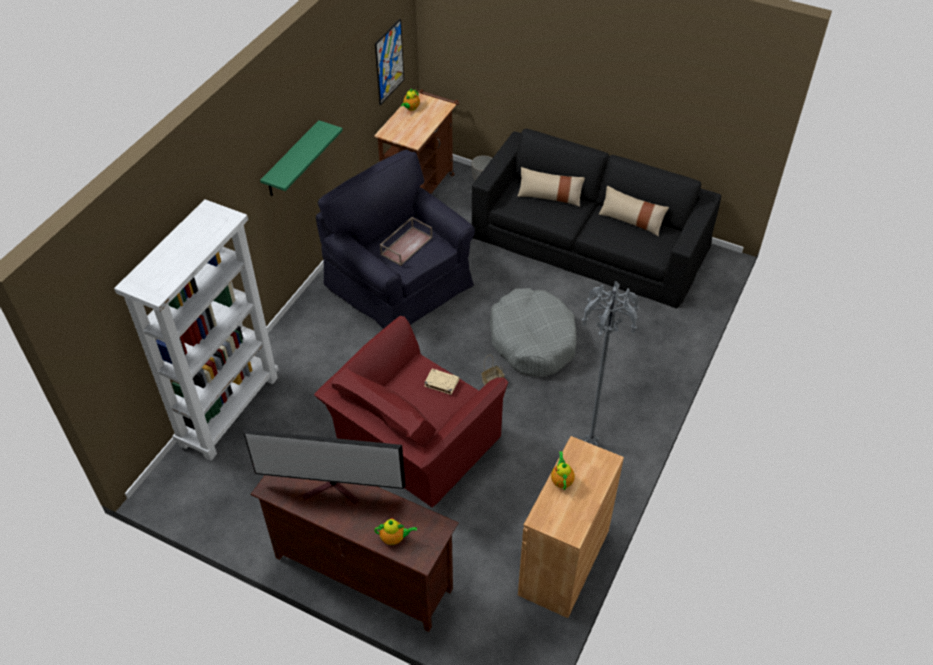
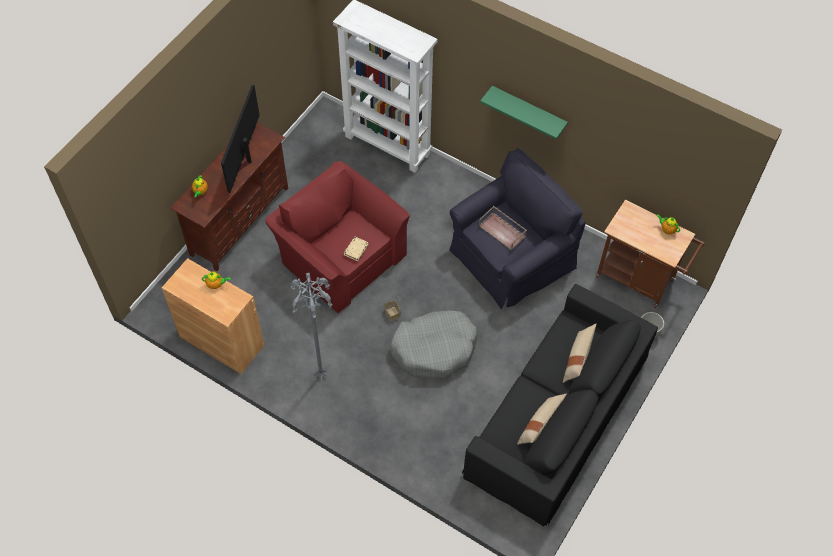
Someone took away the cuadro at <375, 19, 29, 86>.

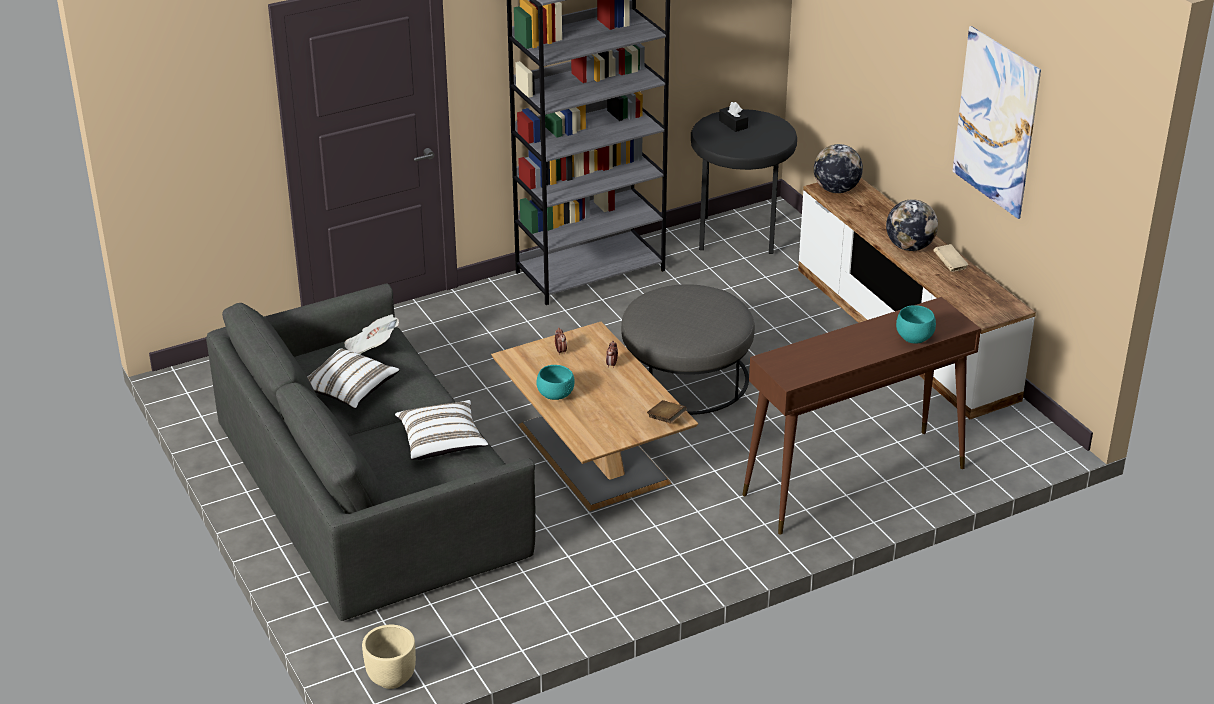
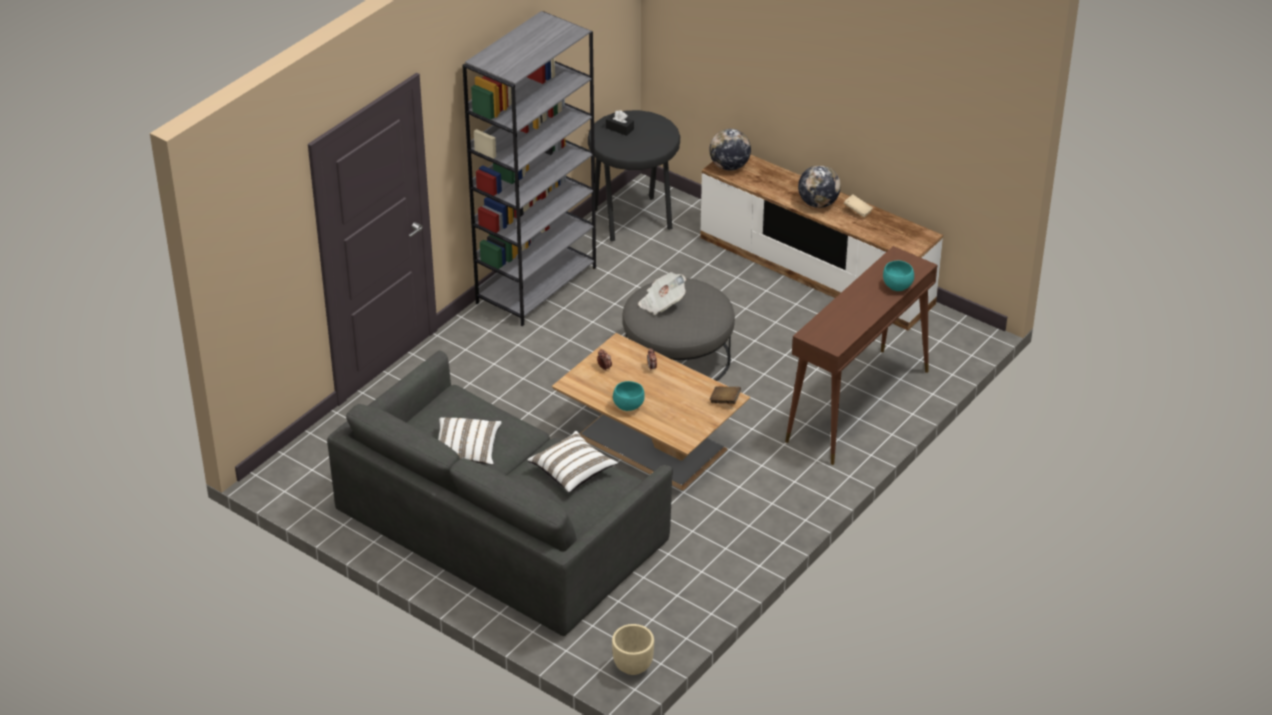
Someone carried the periódico from <344, 314, 55, 40> to <638, 272, 48, 43>. Someone took away the cuadro at <953, 26, 88, 193>.

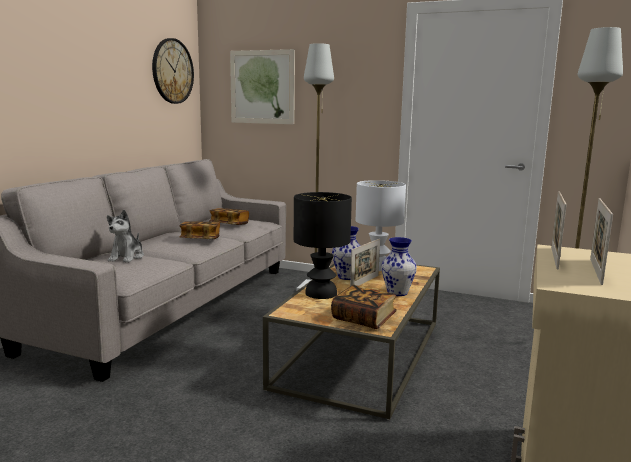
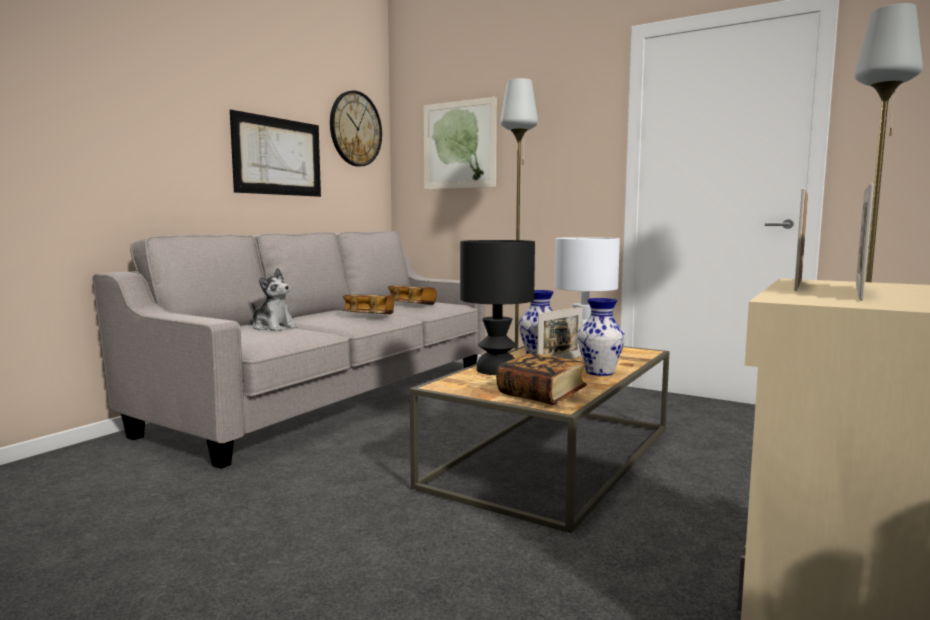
Someone put up the cuadro at <230, 110, 91, 87>. Someone rotated the peluche at <107, 210, 37, 53> by 75 degrees counterclockwise.

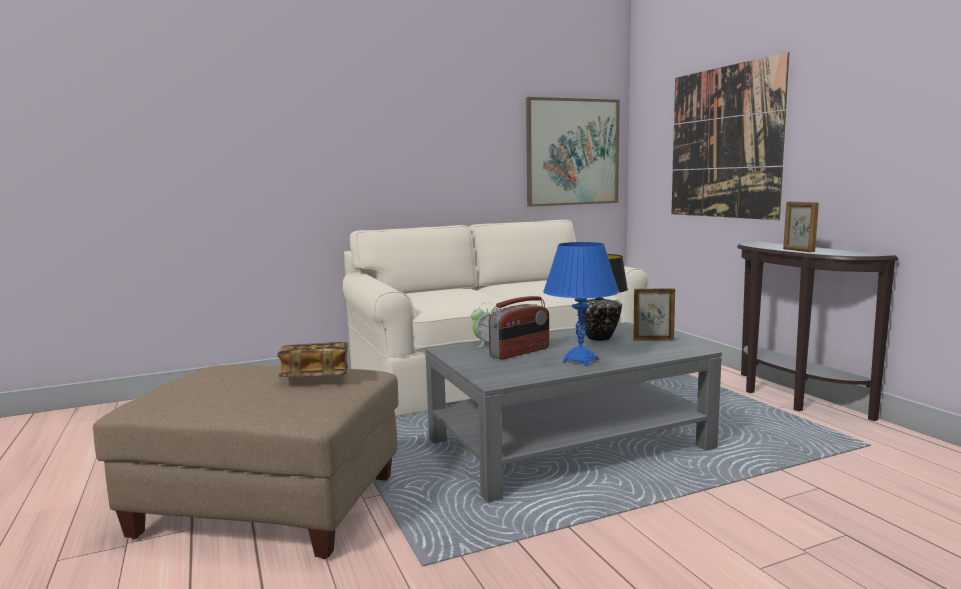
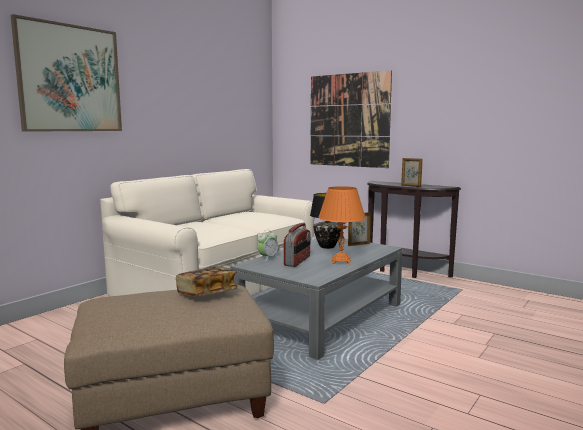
Someone carried the cuadro from <526, 97, 94, 110> to <11, 14, 111, 118>. Someone repainted the lámpara de mesa/azul at <543, 242, 76, 124>, which became the lámpara de mesa/naranja at <318, 186, 48, 78>.

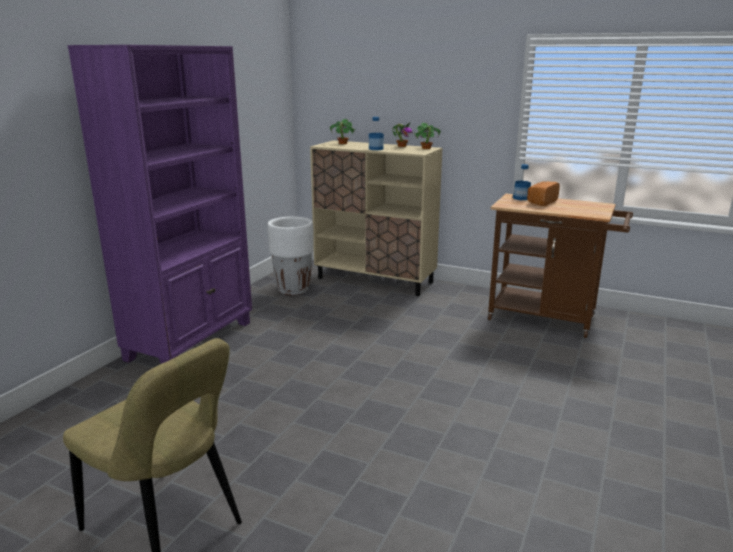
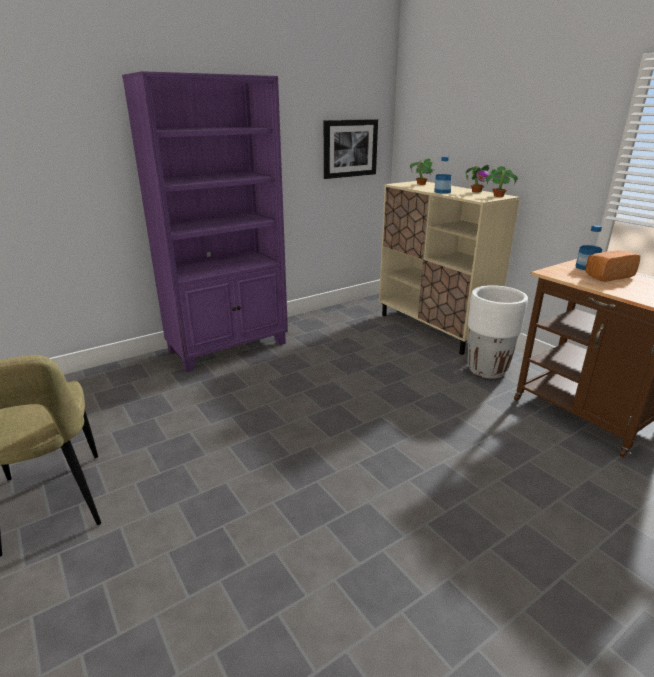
Someone put up the cuadro at <324, 119, 54, 60>. Someone carried the maceta/blanco from <268, 216, 46, 79> to <468, 285, 60, 94>.

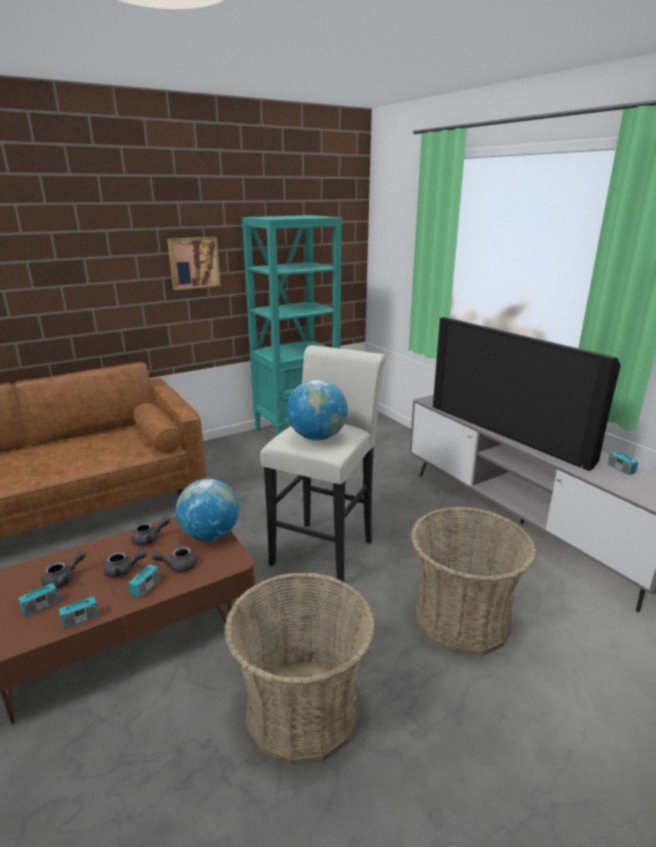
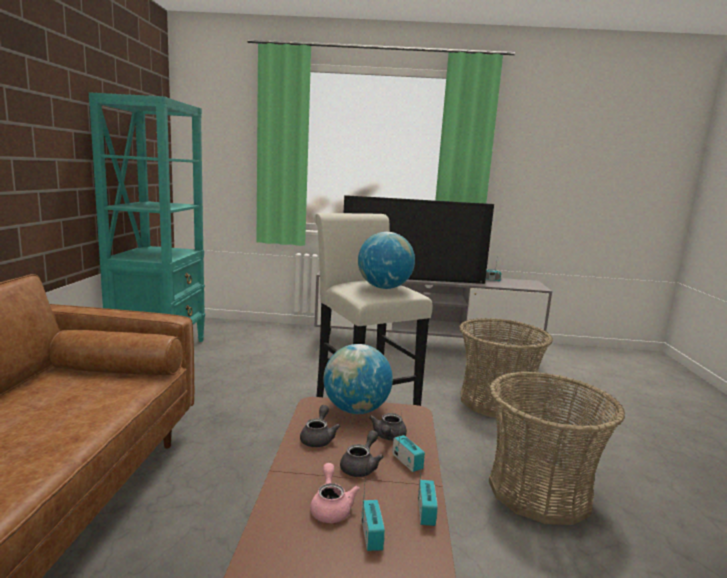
Someone repainted the tetera/gris at <42, 551, 43, 37>, which became the tetera/rosa at <310, 463, 50, 60>. Someone took away the cuadro at <167, 237, 54, 53>.

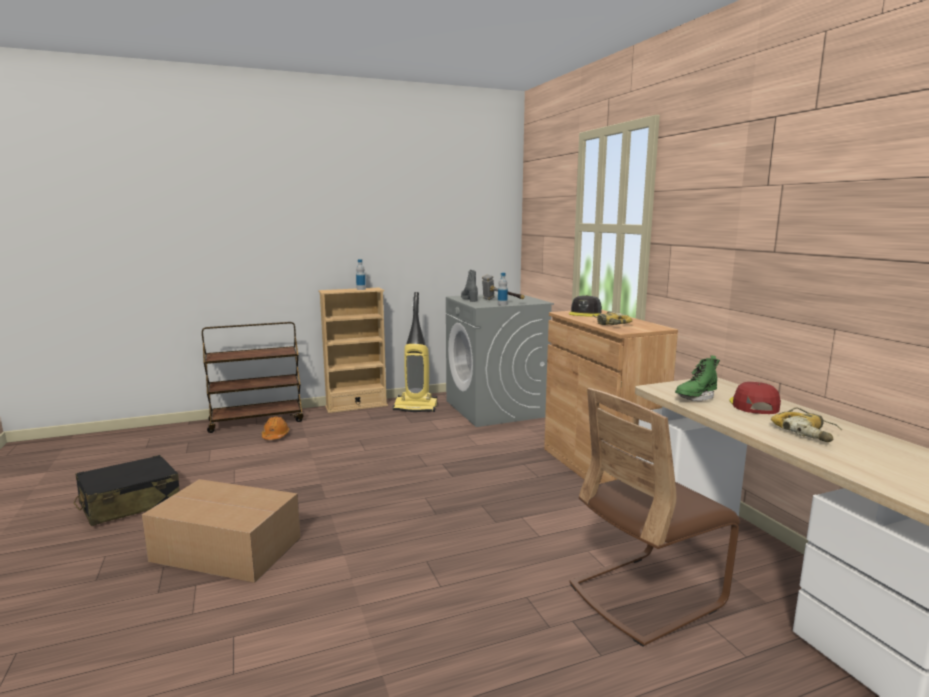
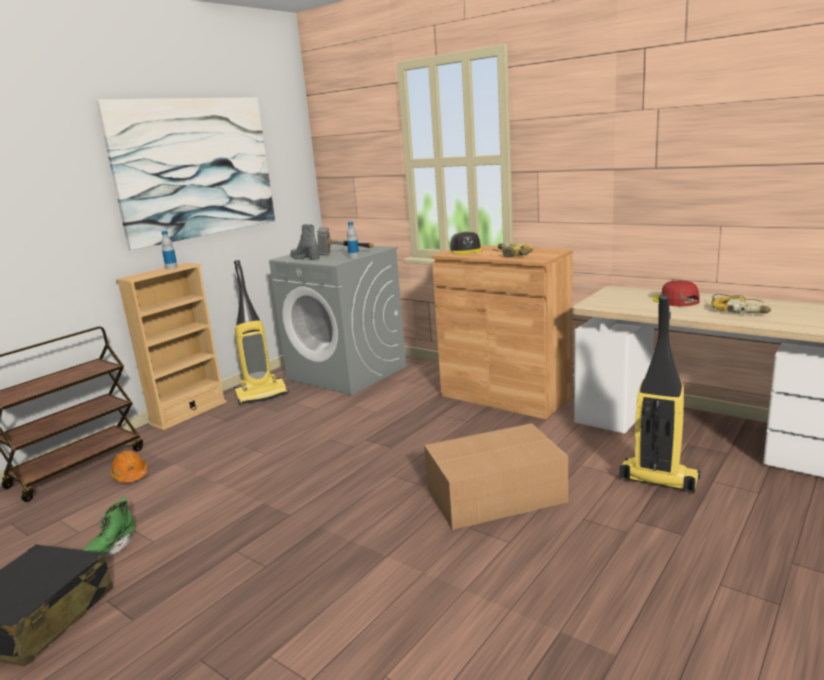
Someone carried the bota/verde from <675, 356, 45, 45> to <83, 497, 53, 60>. Someone put up the cuadro at <96, 97, 179, 153>. Someone carried the caja de cartón from <142, 479, 159, 104> to <424, 423, 144, 107>. Someone swapped the silla/marrón at <570, 388, 170, 259> for the aspiradora at <619, 294, 81, 200>.

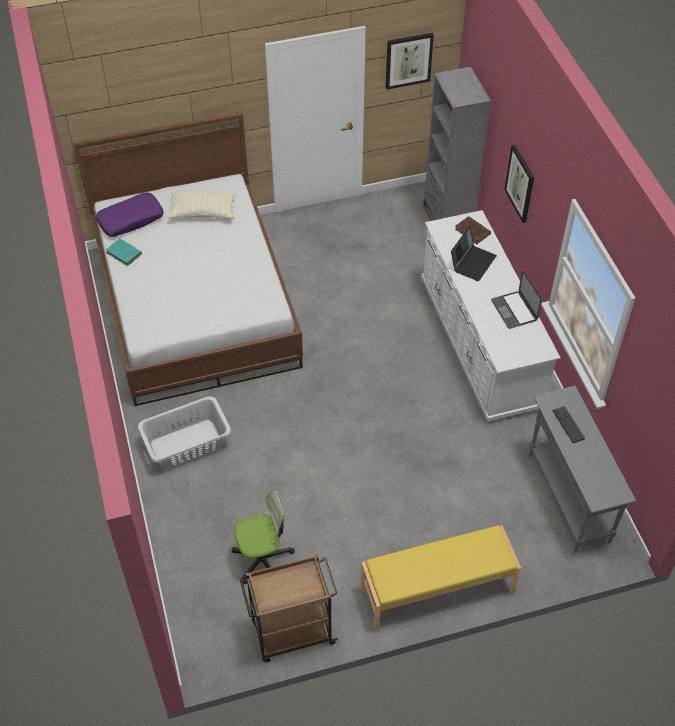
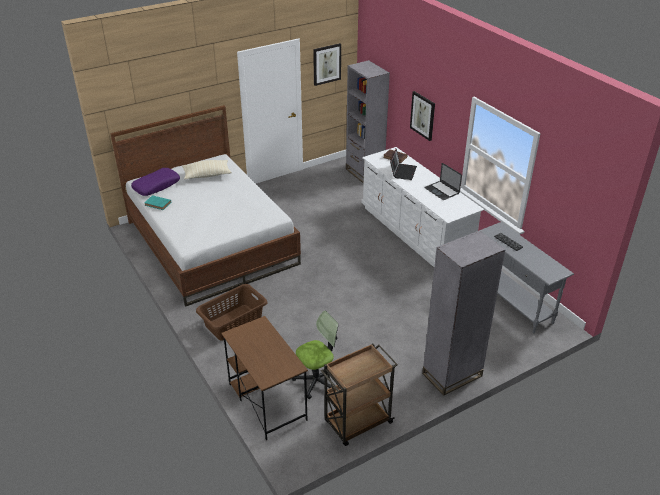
Someone repainted the cesto de la ropa/gris at <138, 396, 93, 75>, which became the cesto de la ropa/marrón at <196, 284, 71, 57>. Someone put down the escritorio/marrón at <221, 316, 87, 124>. Someone swapped the banco/amarillo at <361, 525, 160, 107> for the estantería/gris at <422, 230, 83, 166>.

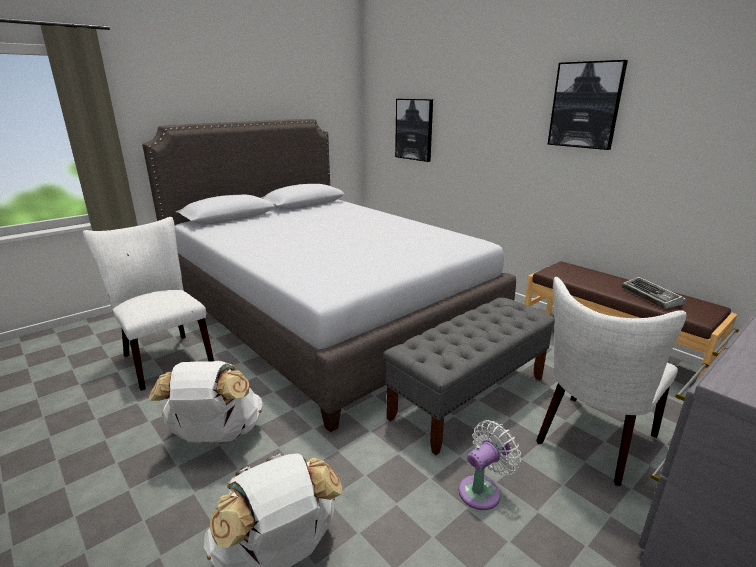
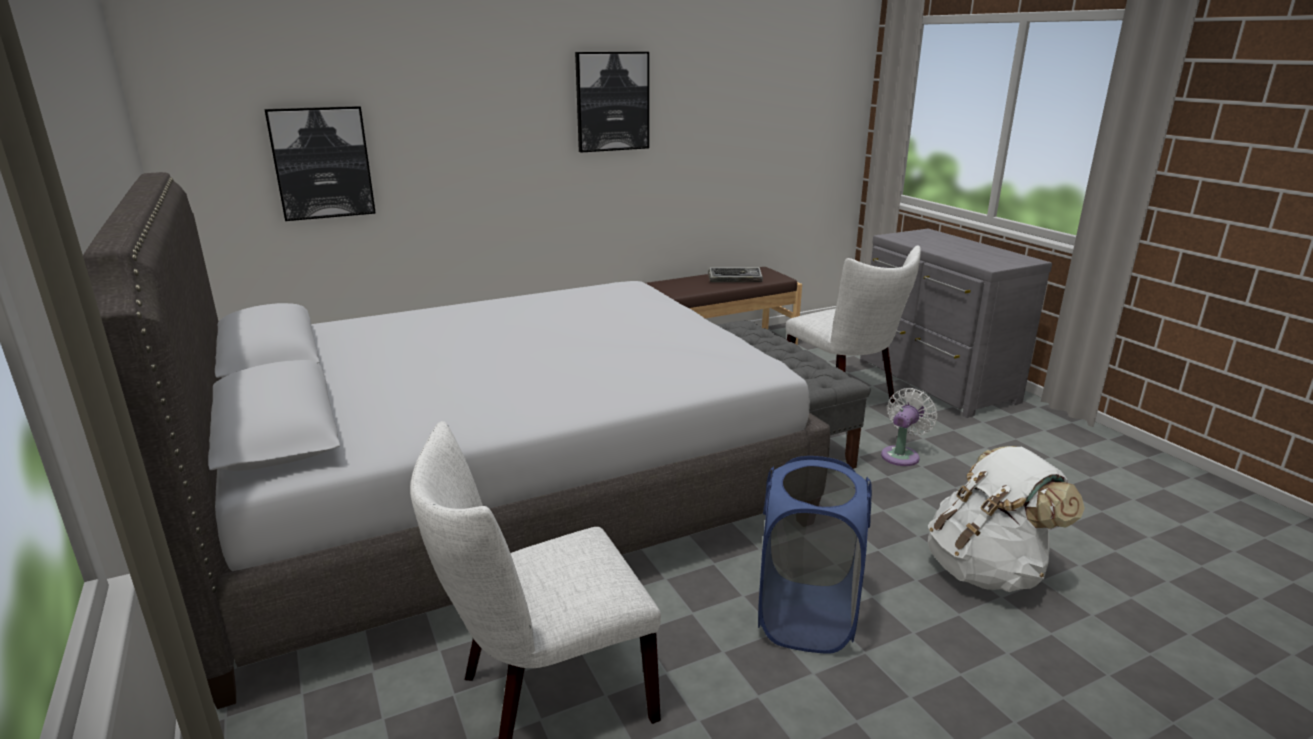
Someone swapped the mochila/blanco at <149, 360, 114, 83> for the cesto de la ropa/azul at <758, 456, 114, 198>. Someone rotated the ventilador/blanco at <459, 420, 62, 90> by 60 degrees clockwise.

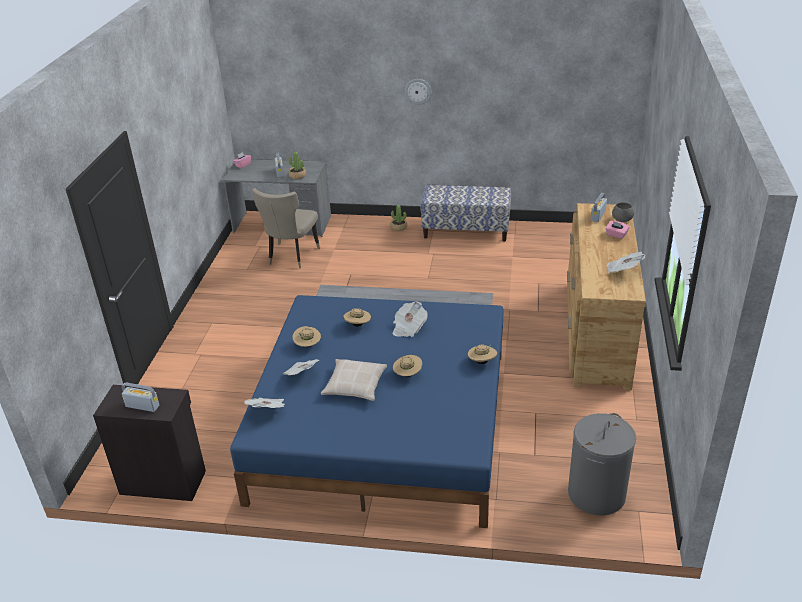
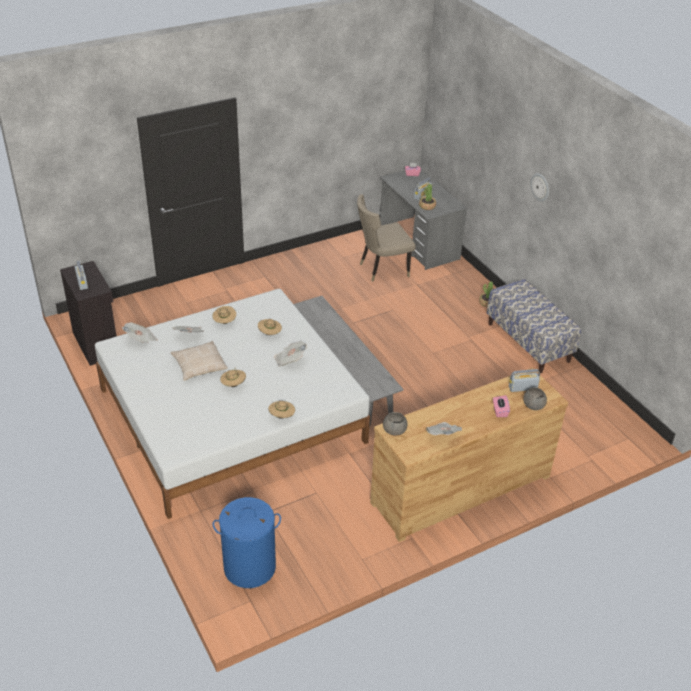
Someone repainted the cama/azul at <230, 295, 274, 233>, which became the cama/blanco at <95, 289, 275, 230>. Someone repainted the cesto de la ropa/gris at <568, 413, 68, 103>, which became the cesto de la ropa/azul at <213, 497, 68, 91>. Someone put down the cuenco/gris at <383, 412, 24, 24>.

